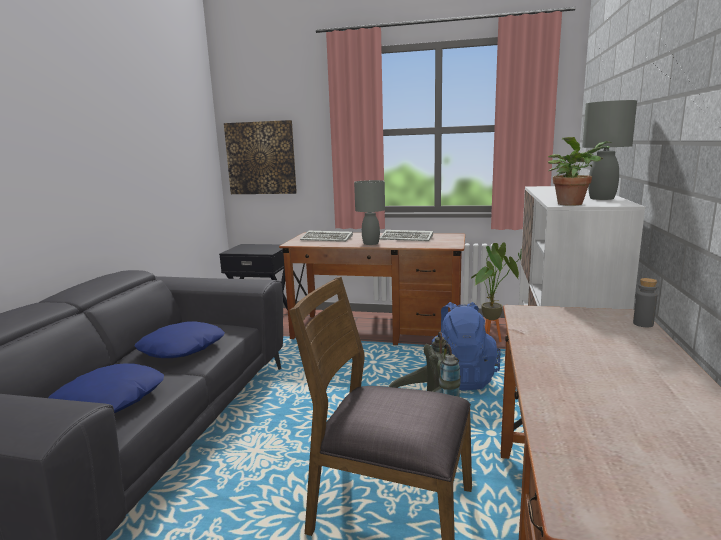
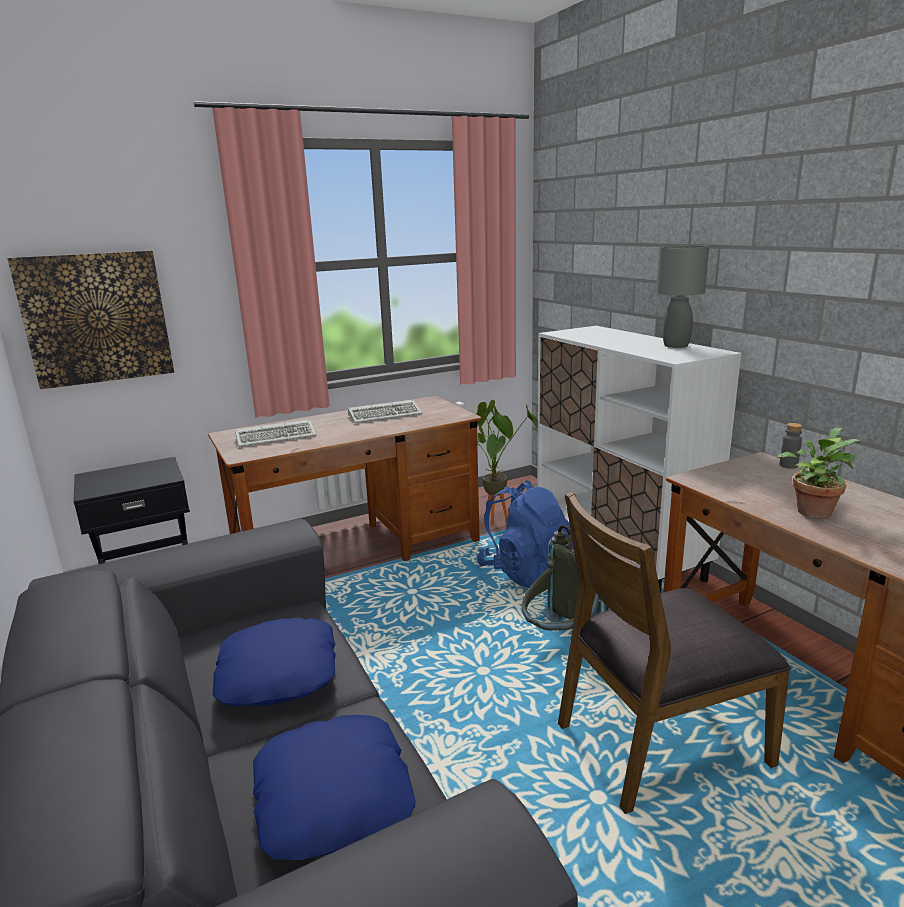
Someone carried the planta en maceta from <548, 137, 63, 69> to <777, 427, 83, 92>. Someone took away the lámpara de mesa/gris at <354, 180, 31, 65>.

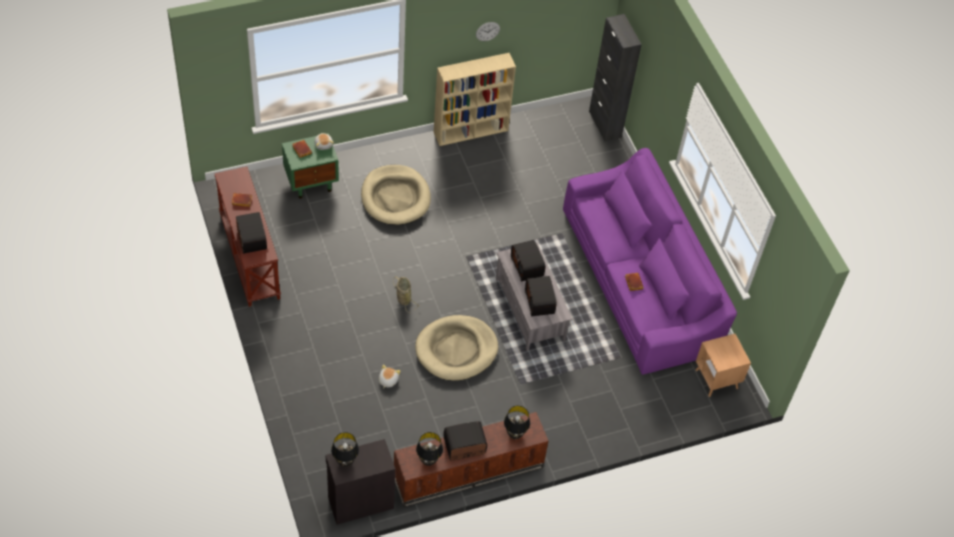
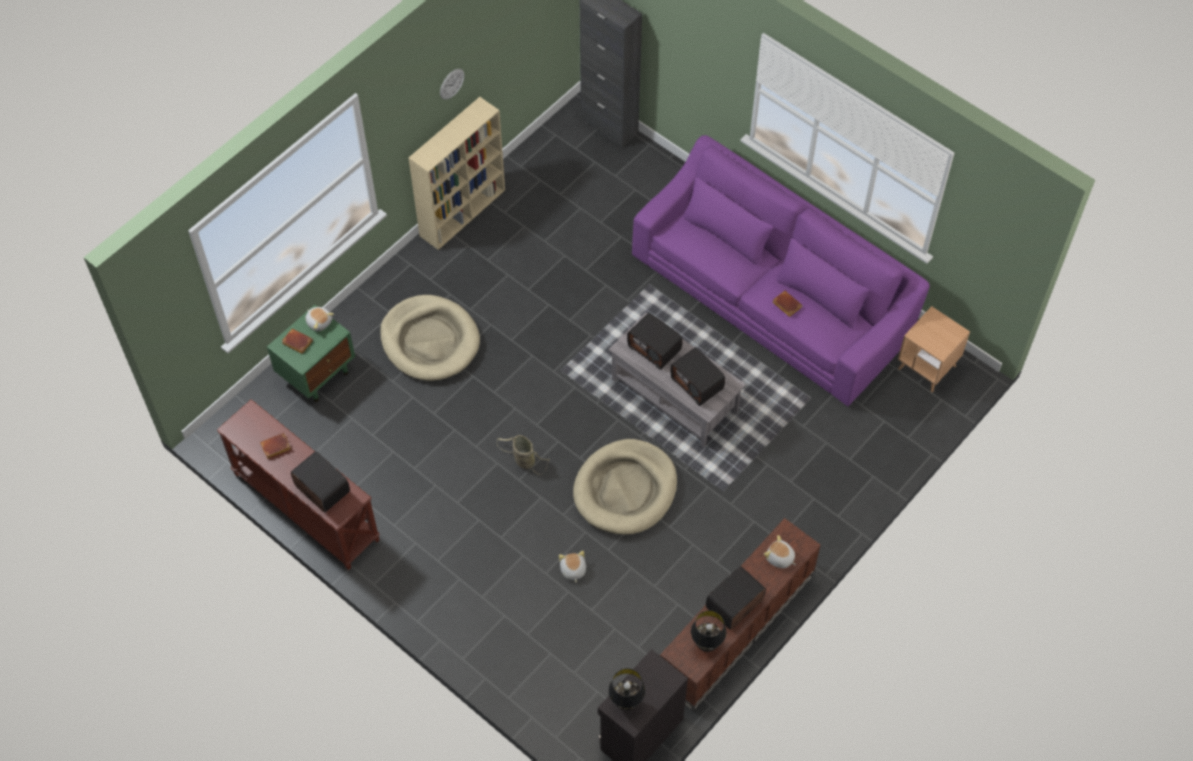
Someone swapped the lámpara de mesa/negro at <504, 406, 26, 33> for the peluche at <764, 535, 32, 33>.

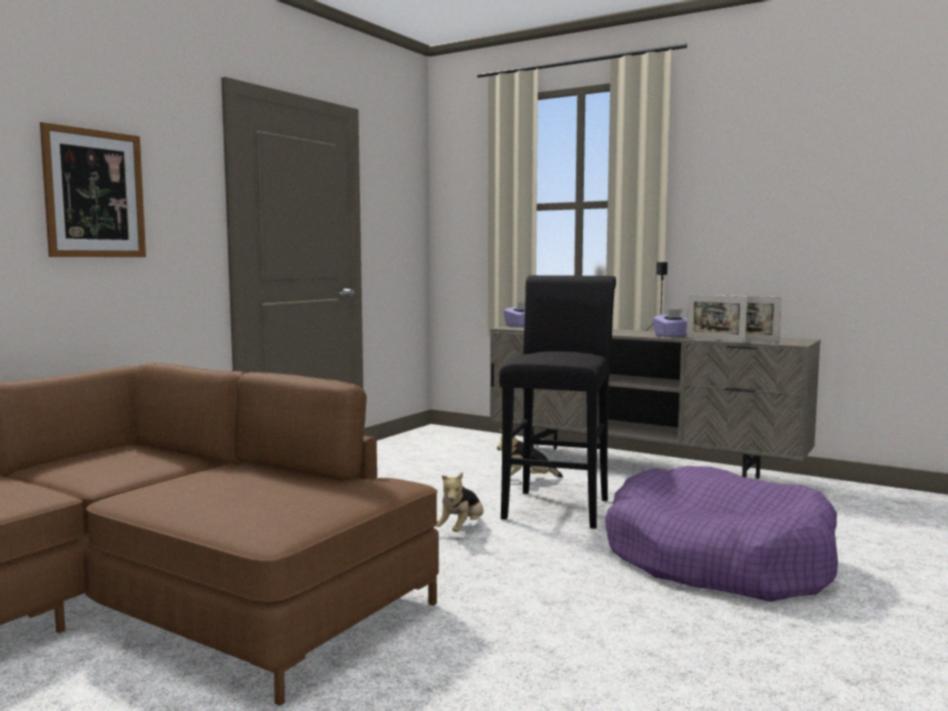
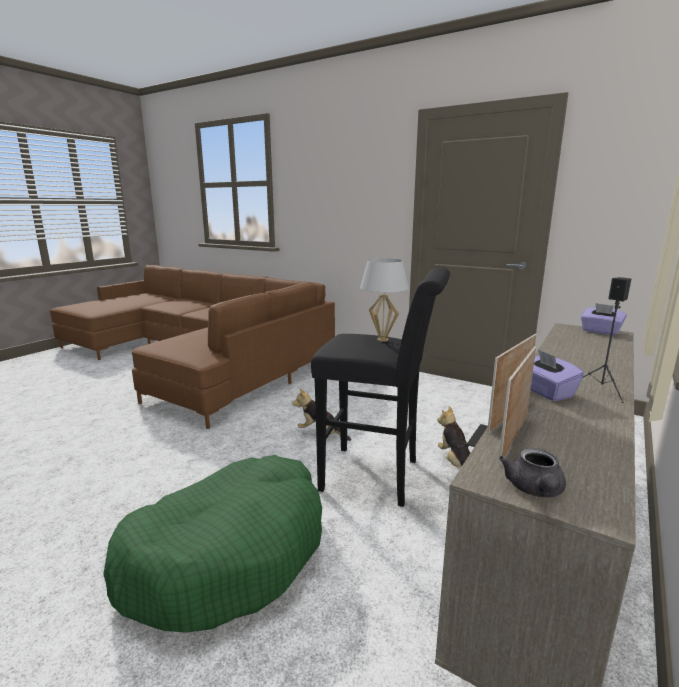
Someone repainted the cama para perro/morado at <605, 466, 233, 136>, which became the cama para perro/verde at <103, 455, 219, 178>. Someone put down the lámpara de mesa/blanco at <360, 258, 49, 84>. Someone put down the tetera/gris at <499, 448, 67, 50>. Someone took away the cuadro at <40, 122, 106, 135>.

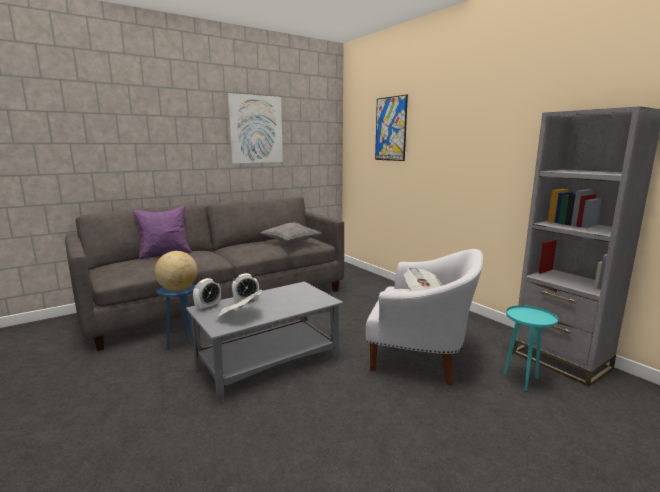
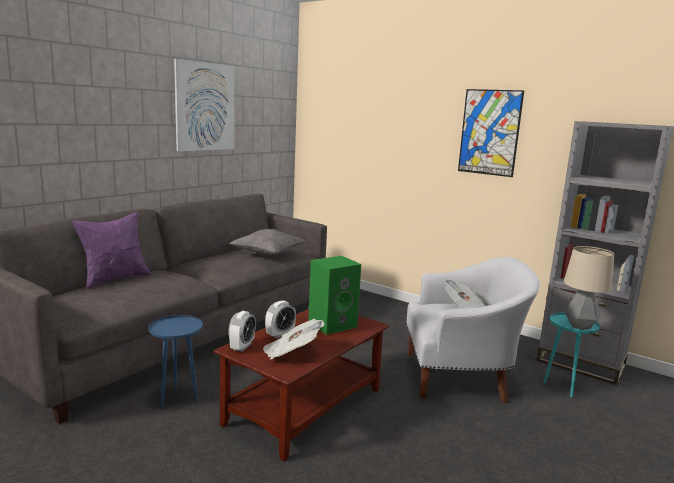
Someone repainted the mesa de centro/gris at <186, 281, 157, 122>, which became the mesa de centro/marrón at <213, 309, 176, 153>. Someone put down the altavoz/verde at <308, 256, 53, 79>. Someone carried the cuadro from <375, 95, 33, 66> to <458, 89, 66, 88>. Someone put down the lámpara de mesa at <564, 246, 50, 84>. Someone took away the globo terráqueo at <155, 251, 43, 40>.

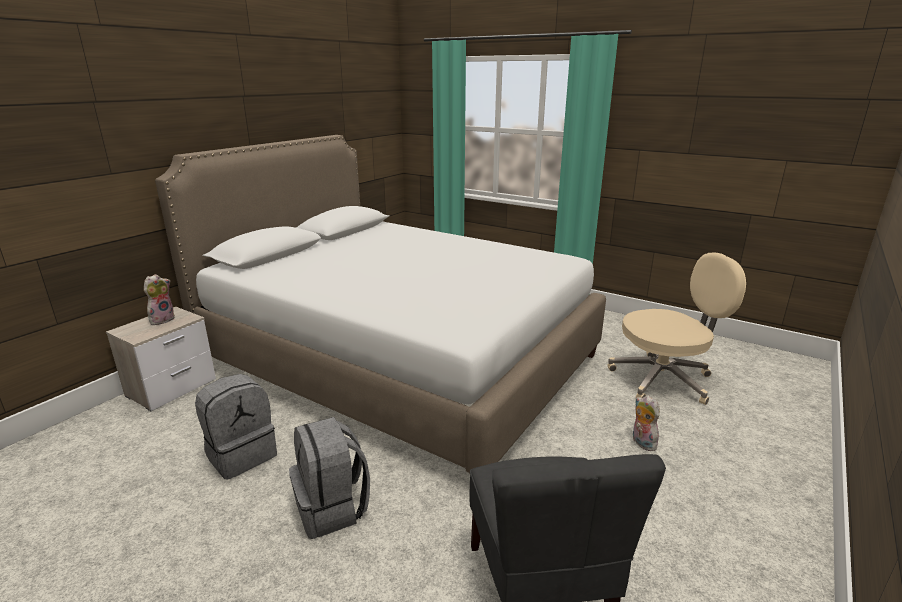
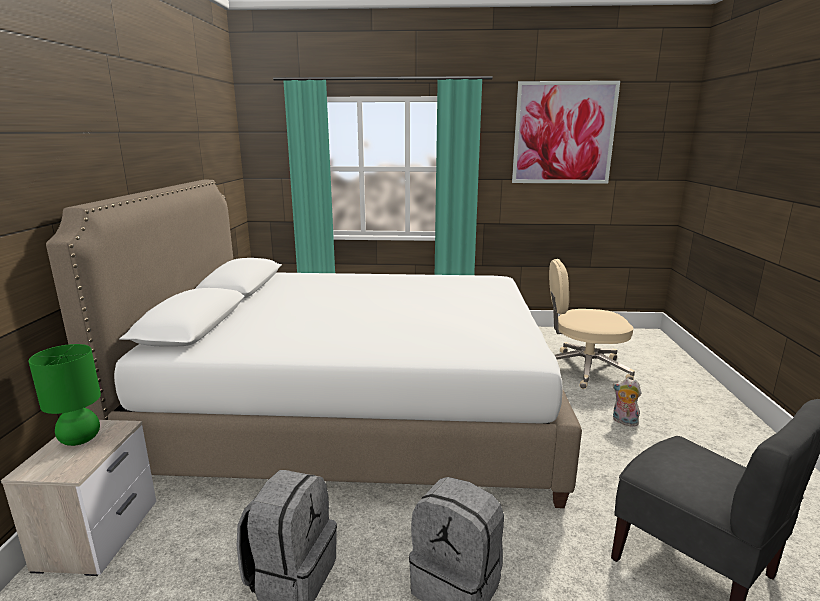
Someone swapped the peluche at <144, 274, 31, 52> for the lámpara de mesa/verde at <28, 344, 73, 102>. Someone put up the cuadro at <512, 81, 108, 103>. Someone rotated the silla de oficina/beis at <607, 253, 139, 152> by 135 degrees counterclockwise.

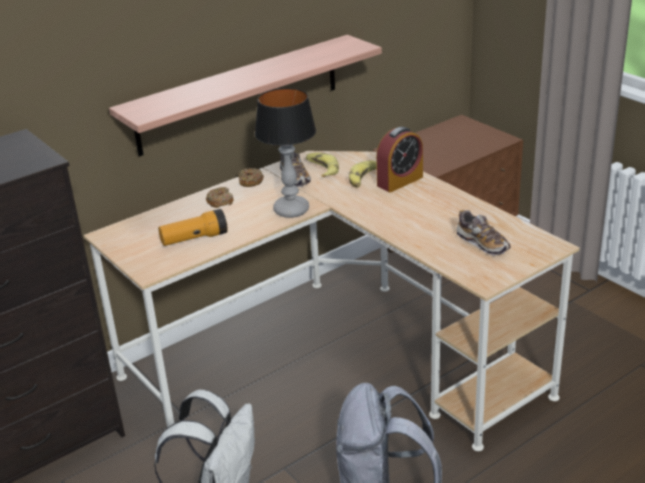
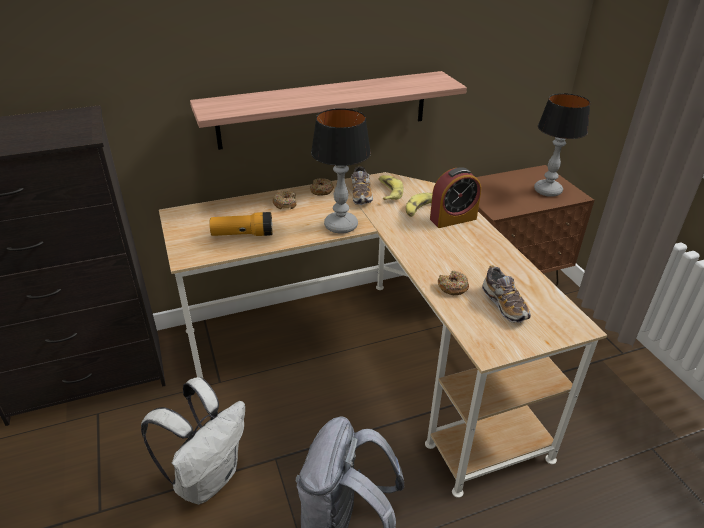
Someone put down the rosquilla at <438, 271, 31, 24>. Someone put down the lámpara de mesa at <534, 93, 56, 104>.

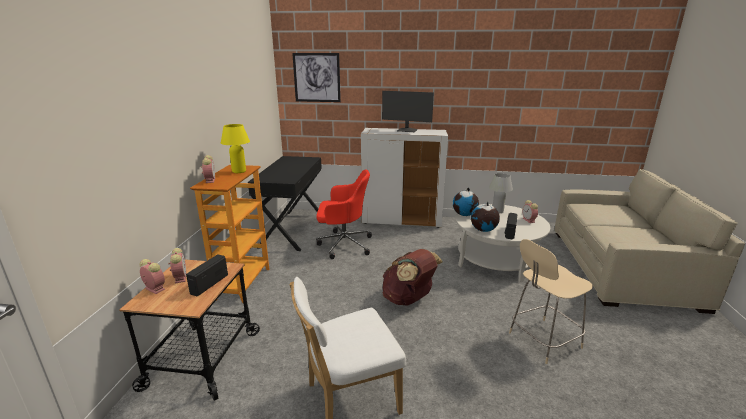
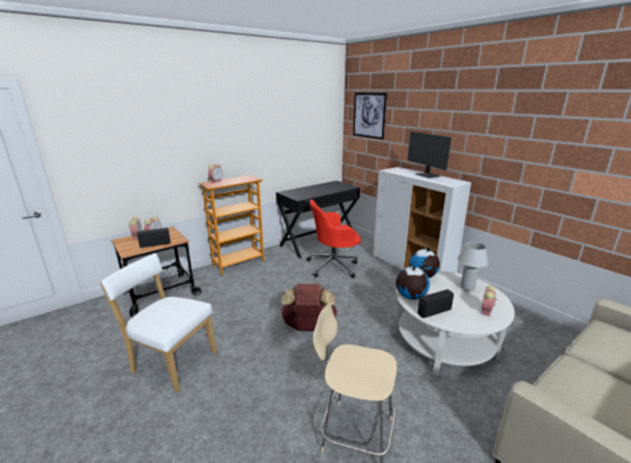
Someone rotated the silla de oficina/rojo at <316, 169, 56, 90> by 120 degrees clockwise. Someone took away the lámpara de mesa/amarillo at <221, 124, 29, 49>.

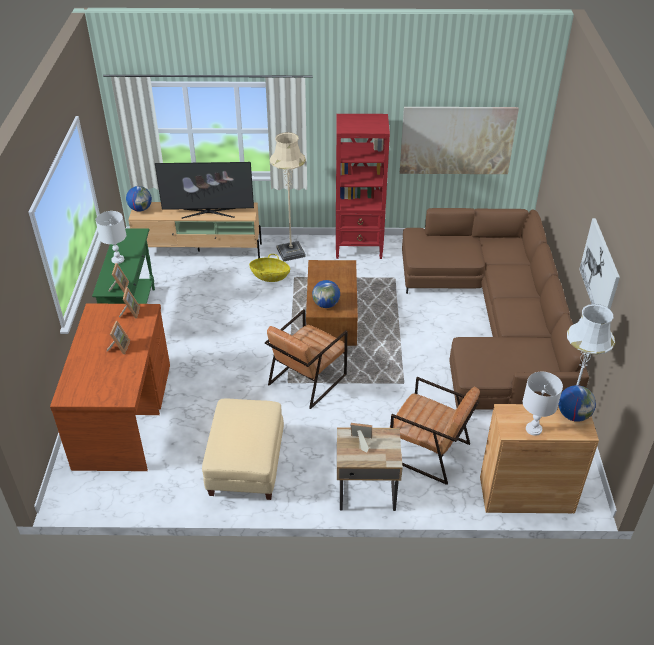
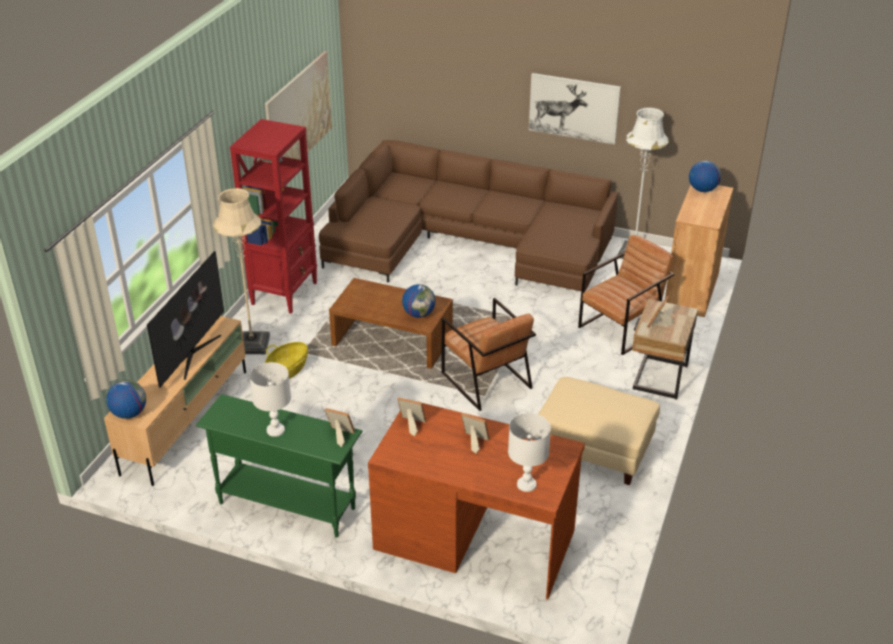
Someone carried the lámpara de mesa/blanco from <523, 372, 40, 64> to <508, 413, 43, 79>.

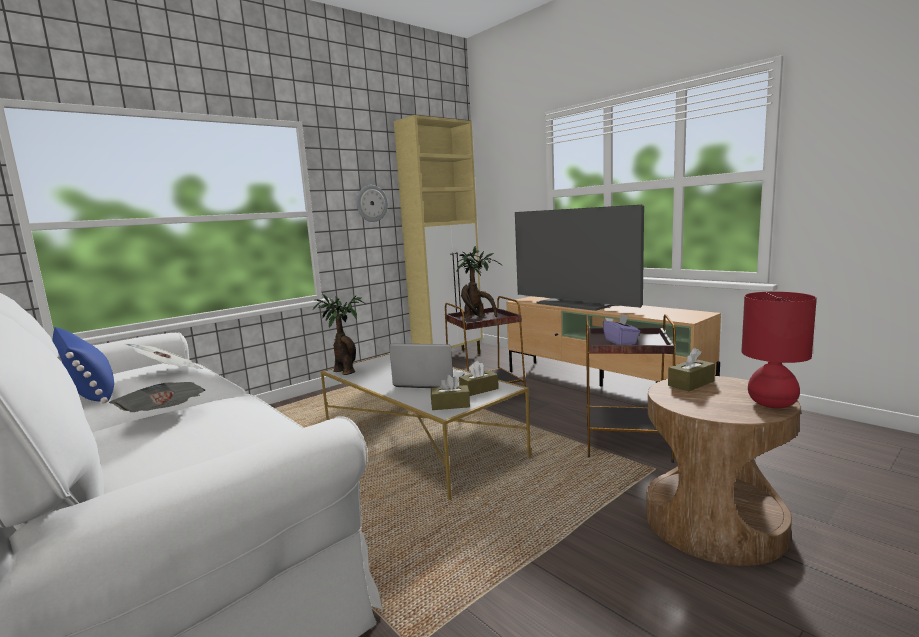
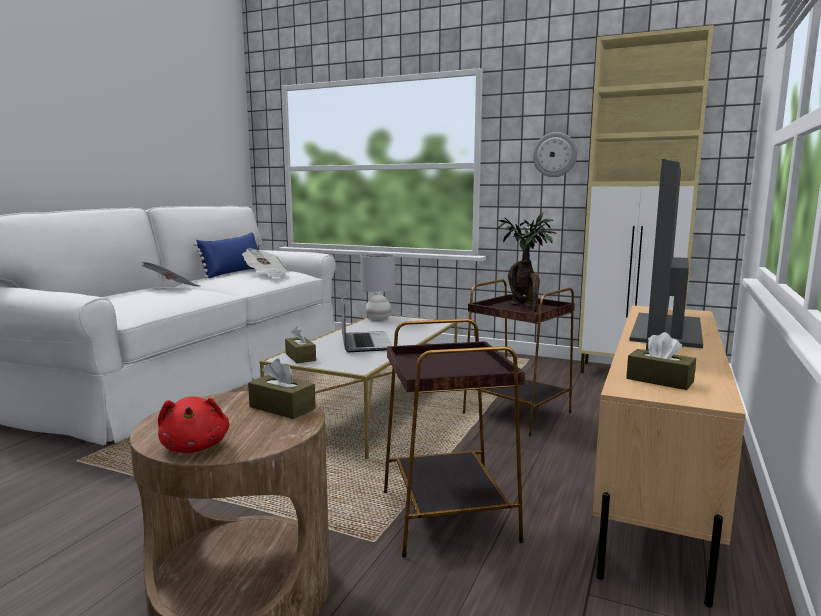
Someone swapped the lámpara de mesa/rojo at <741, 292, 76, 116> for the peluche/rojo at <158, 396, 71, 57>. Someone swapped the planta en maceta at <313, 293, 52, 82> for the lámpara de mesa/gris at <360, 254, 35, 66>. Someone carried the caja de pañuelos/marrón from <459, 361, 40, 35> to <626, 332, 70, 58>. Someone took away the caja de pañuelos/morado at <603, 313, 37, 32>.

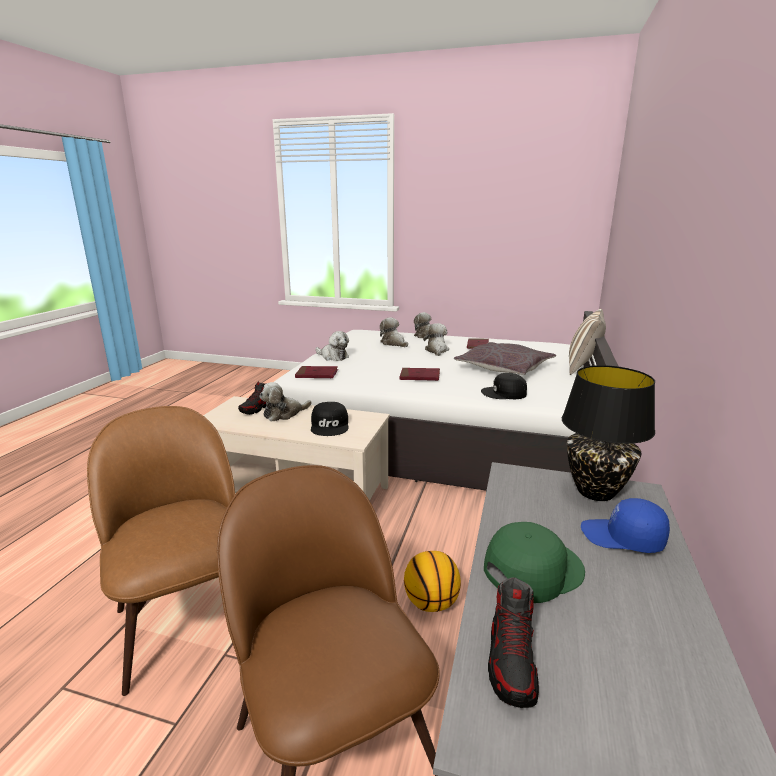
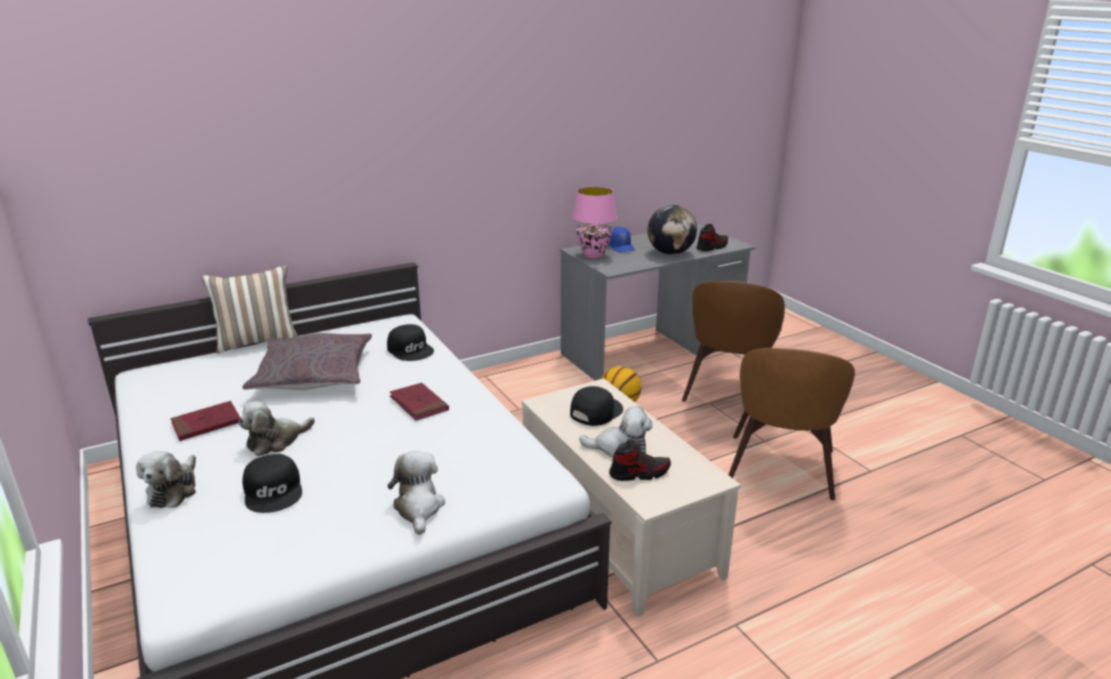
Someone swapped the peluche at <380, 317, 28, 30> for the gorra/negro at <242, 454, 60, 59>. Someone repainted the lámpara de mesa/negro at <562, 365, 93, 136>, which became the lámpara de mesa/rosa at <572, 186, 45, 72>. Someone swapped the gorra/verde at <484, 522, 101, 81> for the globo terráqueo at <647, 205, 50, 50>. Someone took away the libro/rojo at <295, 366, 43, 12>.

